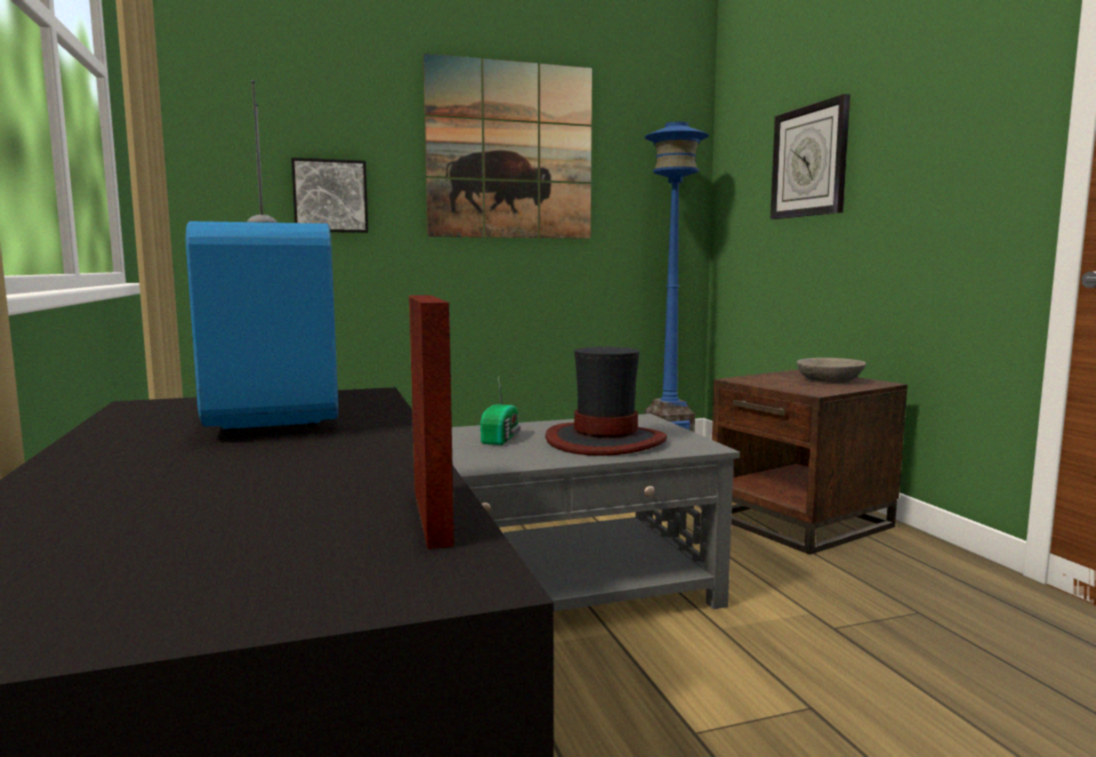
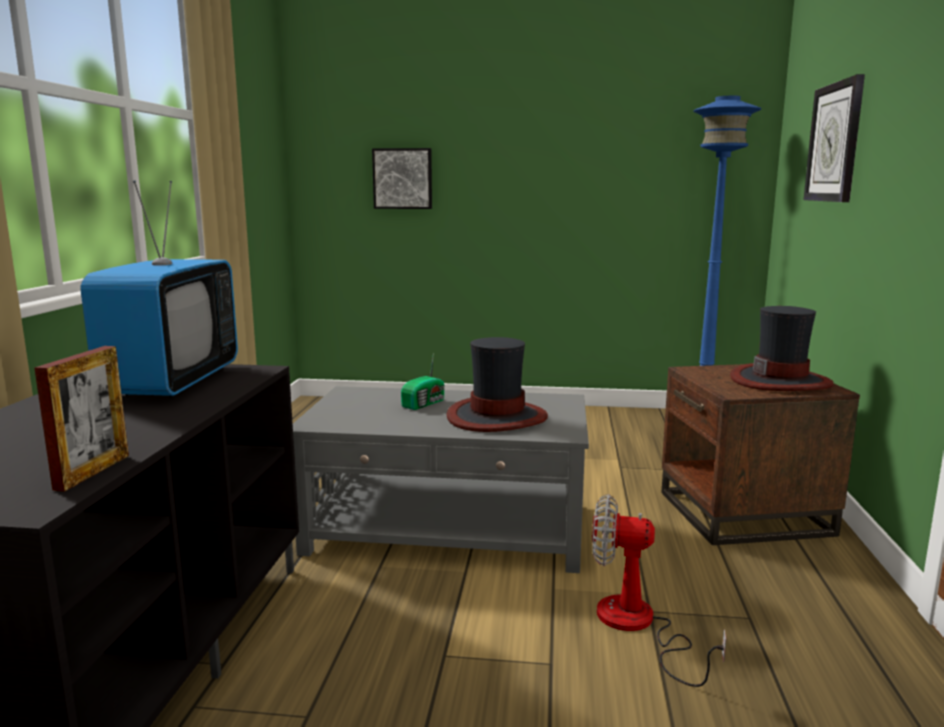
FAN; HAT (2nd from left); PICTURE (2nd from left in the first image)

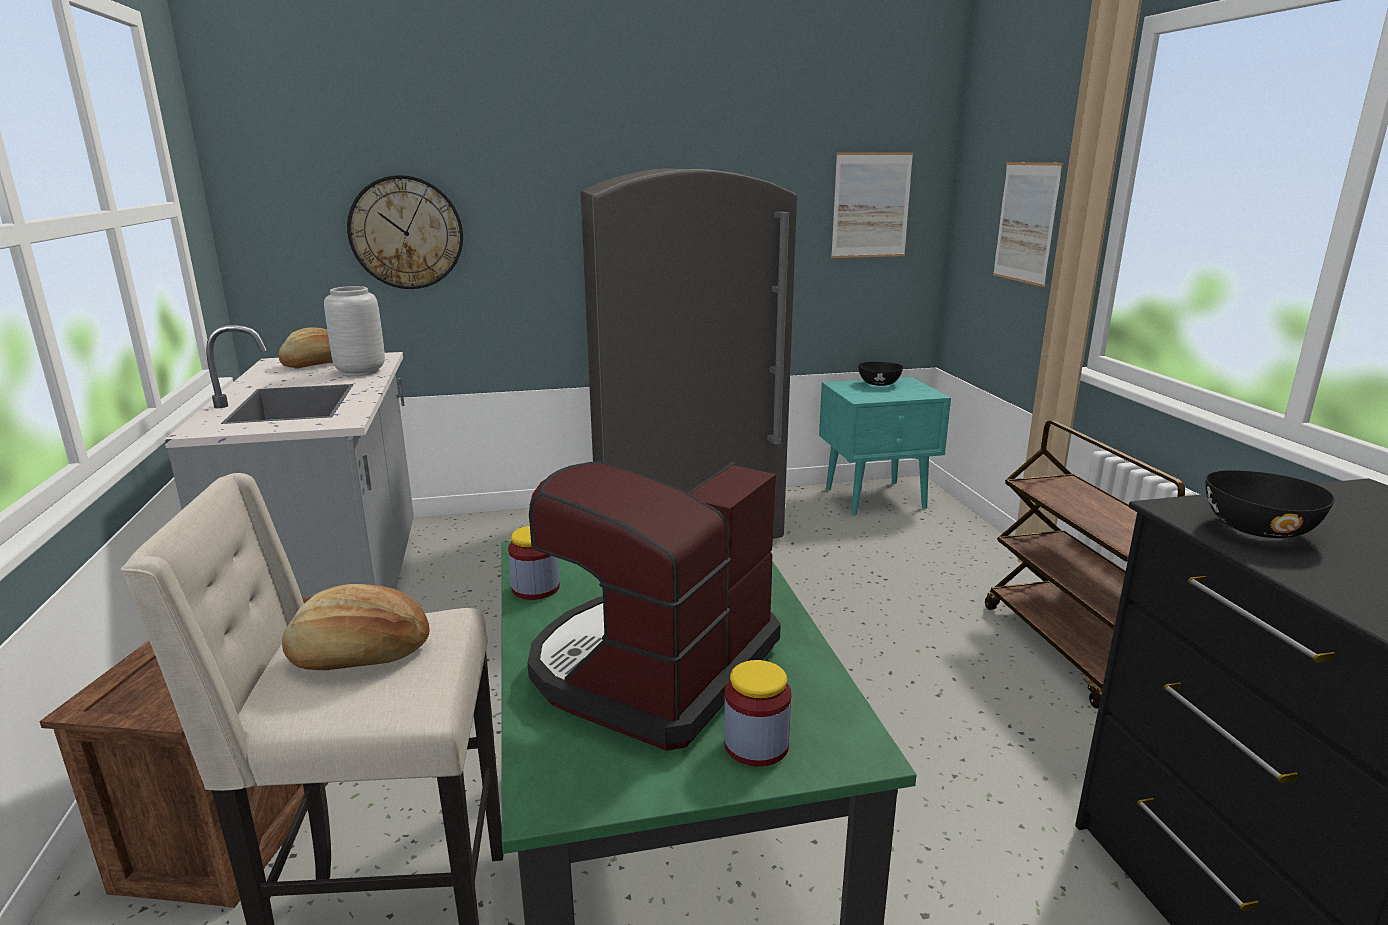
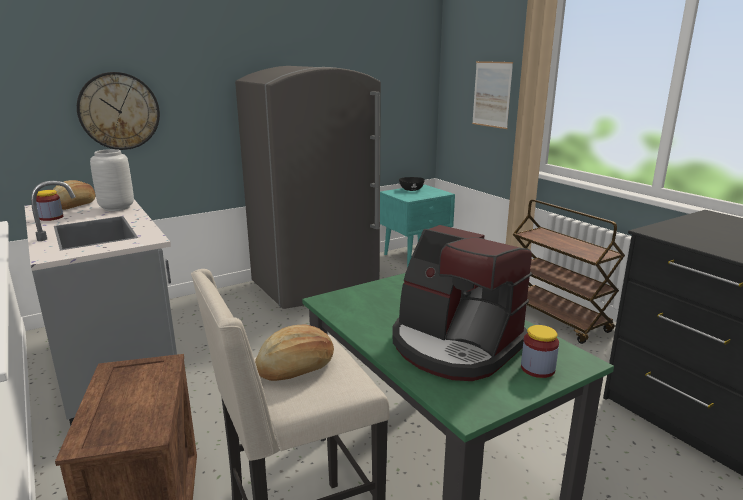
JAR (1st from left); COFFEE MACHINE; PICTURE (1st from left in the first image); BLACK BOWL (2nd from left in the first image)

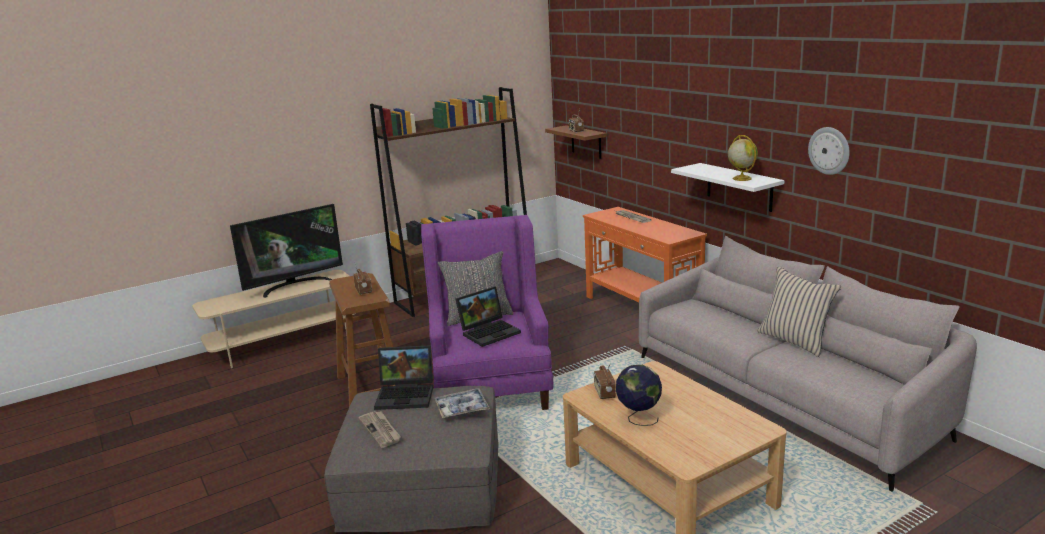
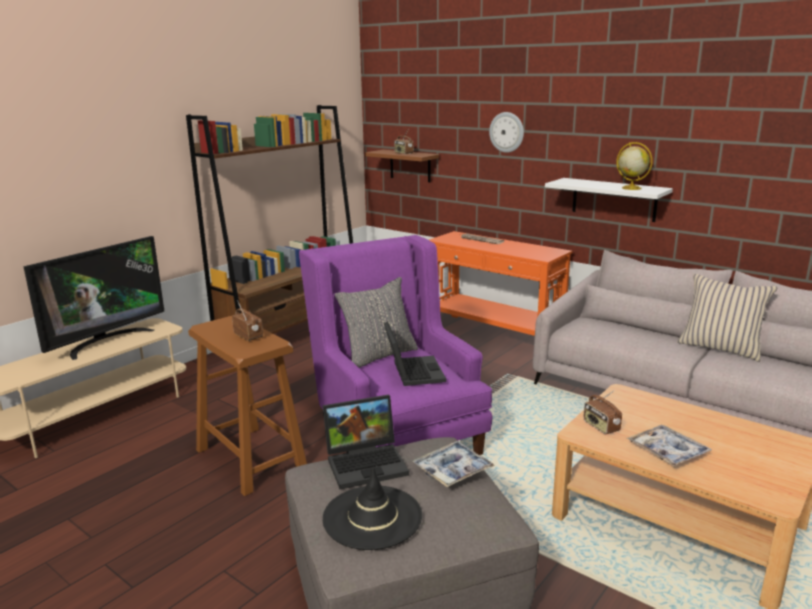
BLACK HAT; LAPTOP (2nd from left); WALL CLOCK; TRAY (2nd from left)

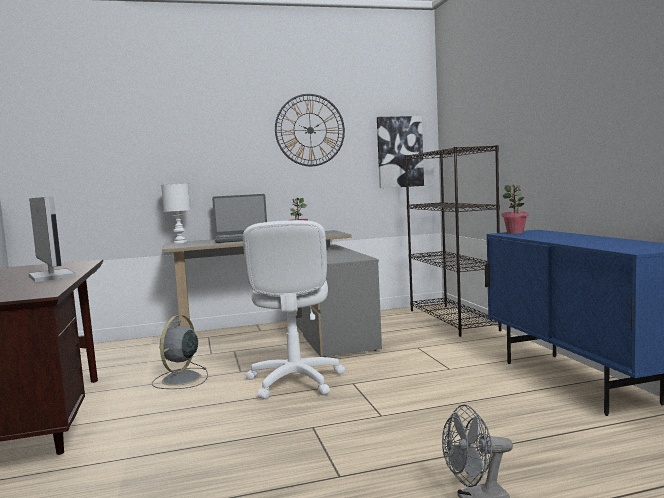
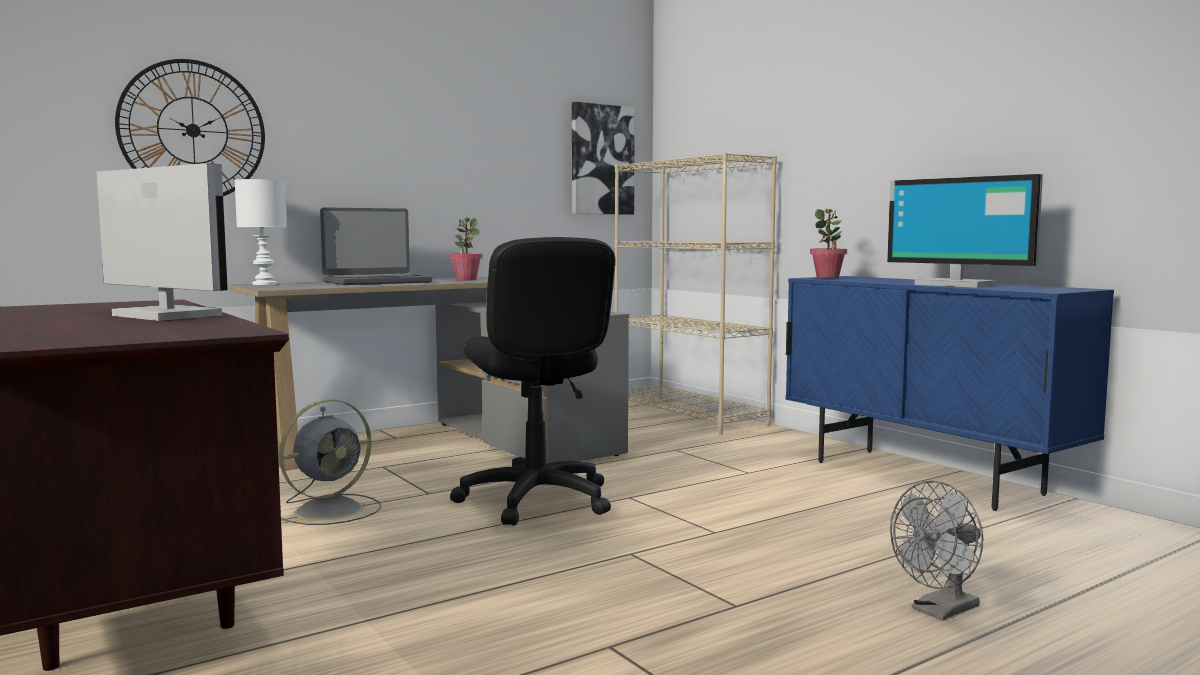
WALL CLOCK; GREY FAN (1st from left); BLACK OFFICE CHAIR; BEIGE BOOKCASE; MONITOR (2nd from left)

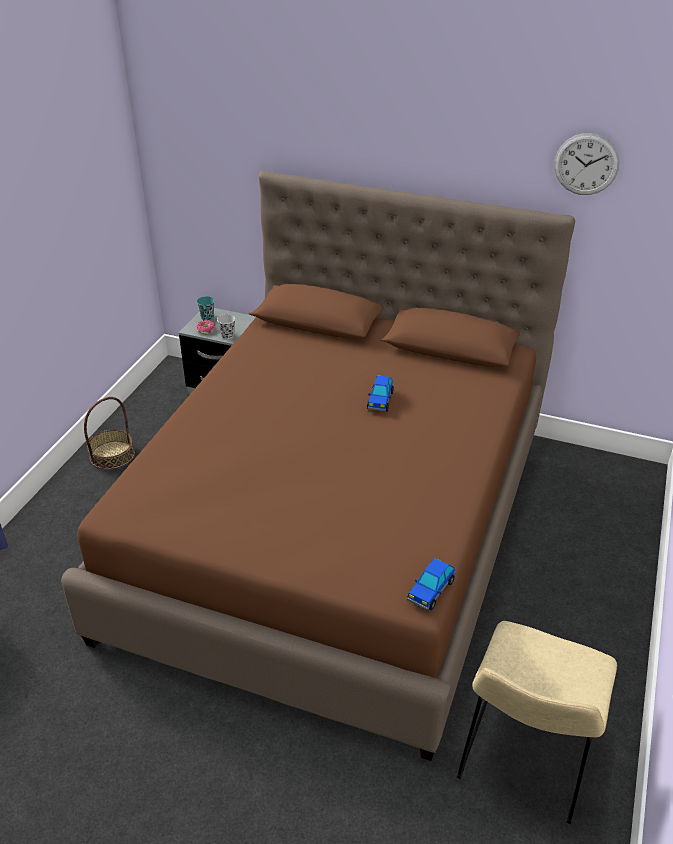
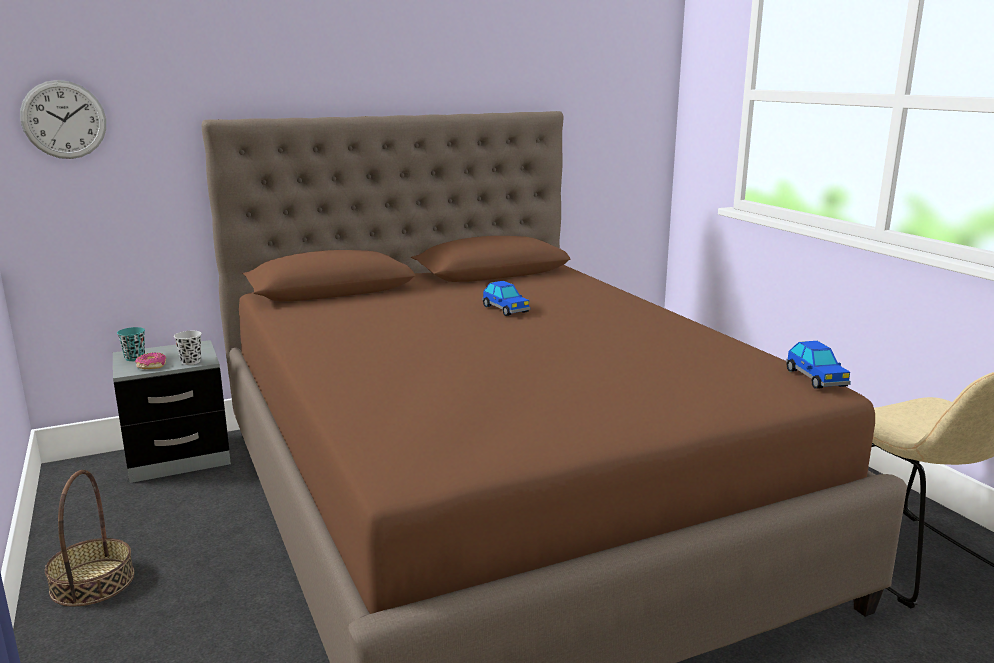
WALL CLOCK

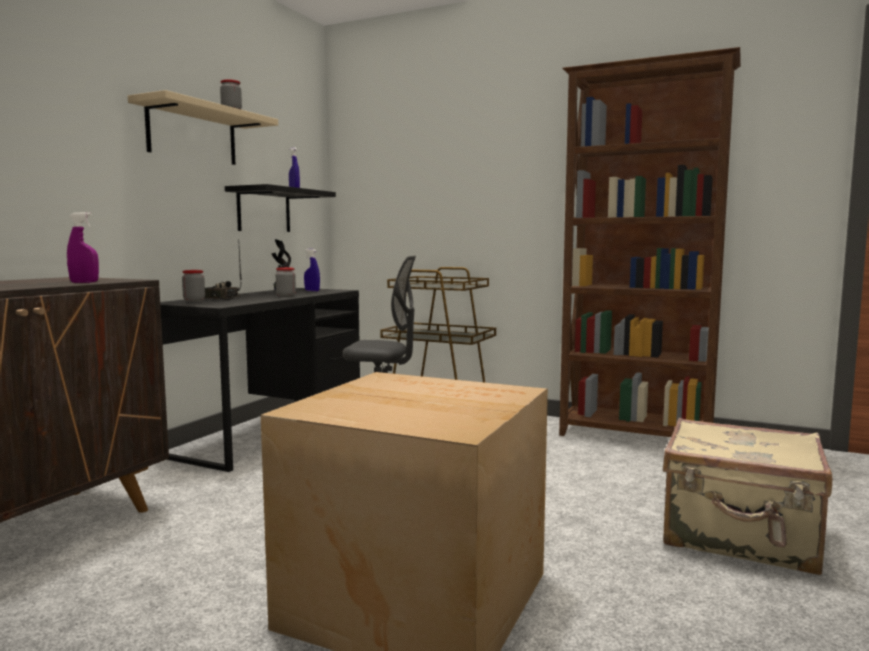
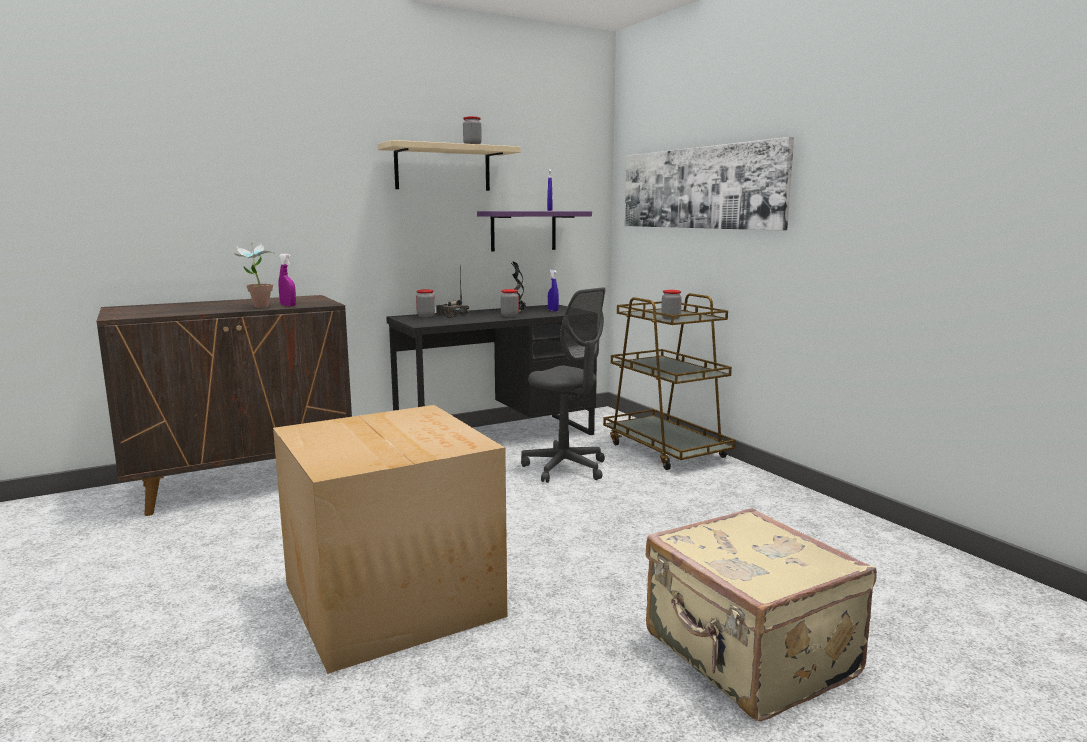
POTTED PLANT (1st from left); PURPLE SHELF; PICTURE; JAR (4th from left); BROWN BOOKCASE

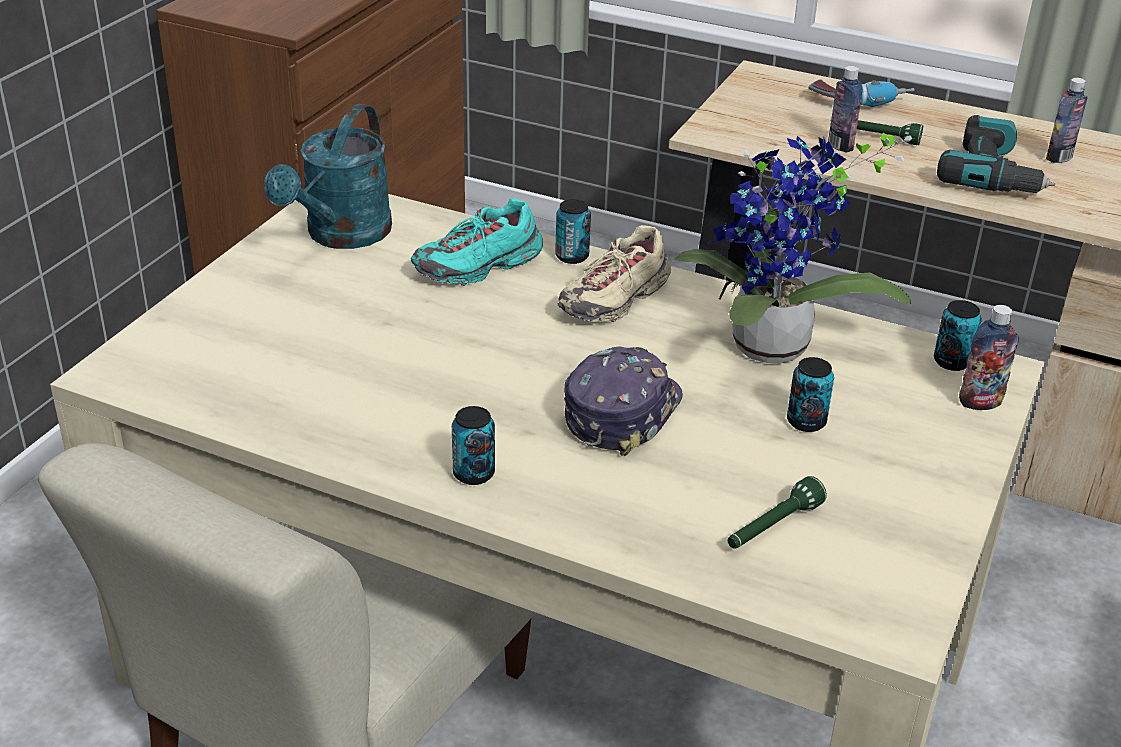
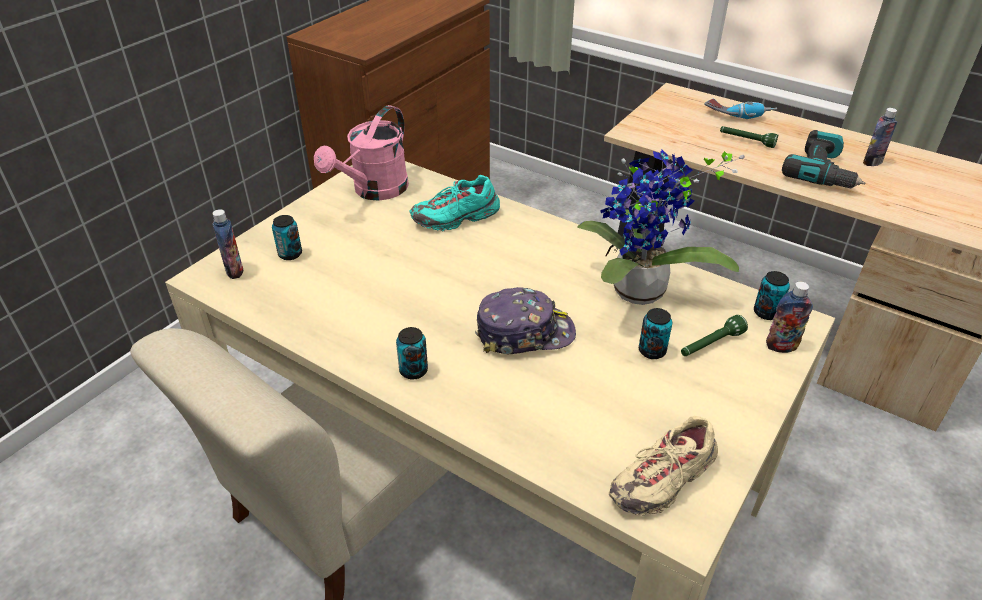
BOTTLE (1st from left); CAN (1st from left); PINK WATERING CAN; CAP; BEIGE SHOE; GREEN FLASHLIGHT (1st from left)

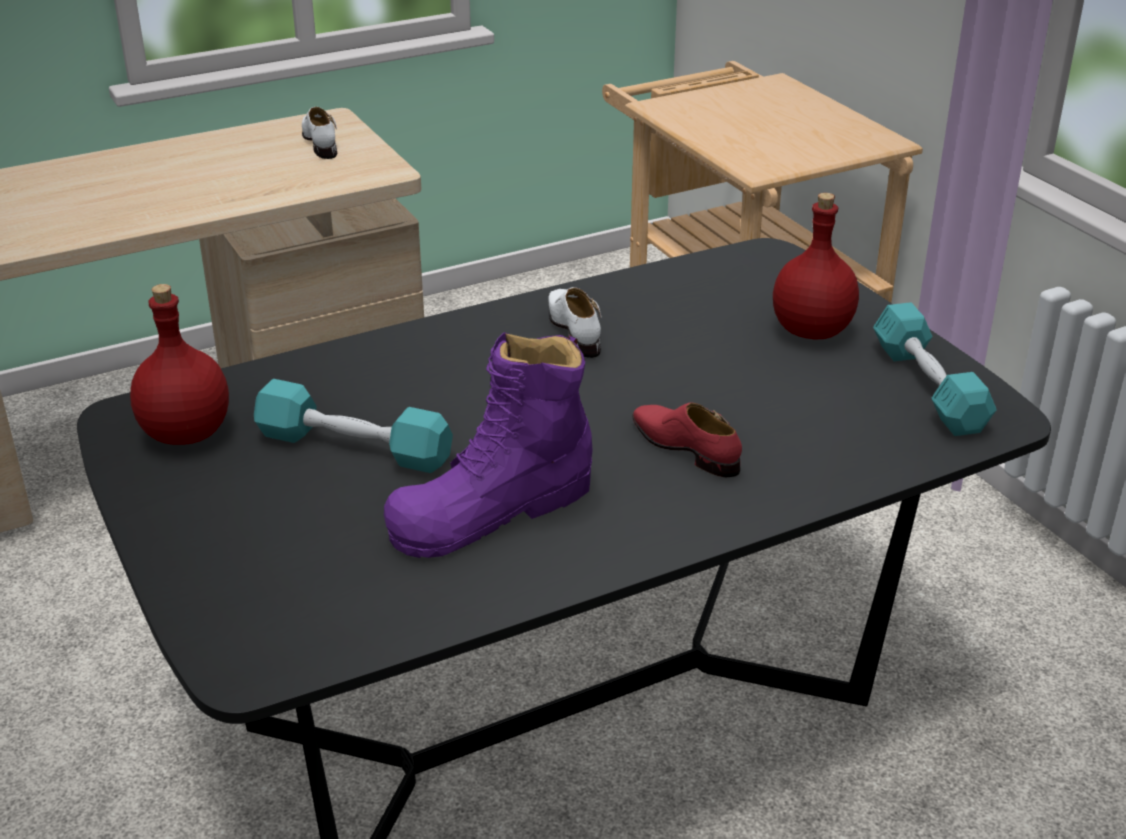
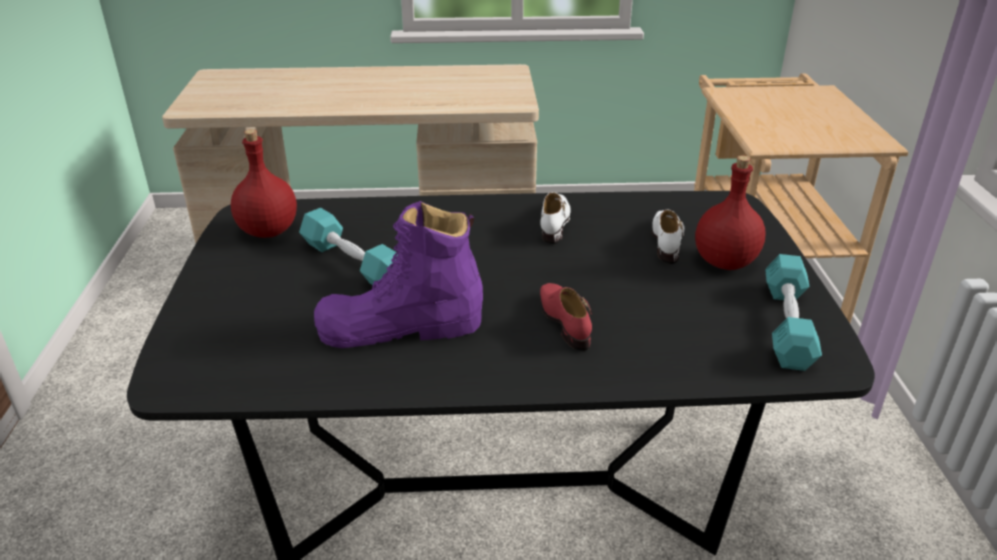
WHITE SHOE (2nd from left)

